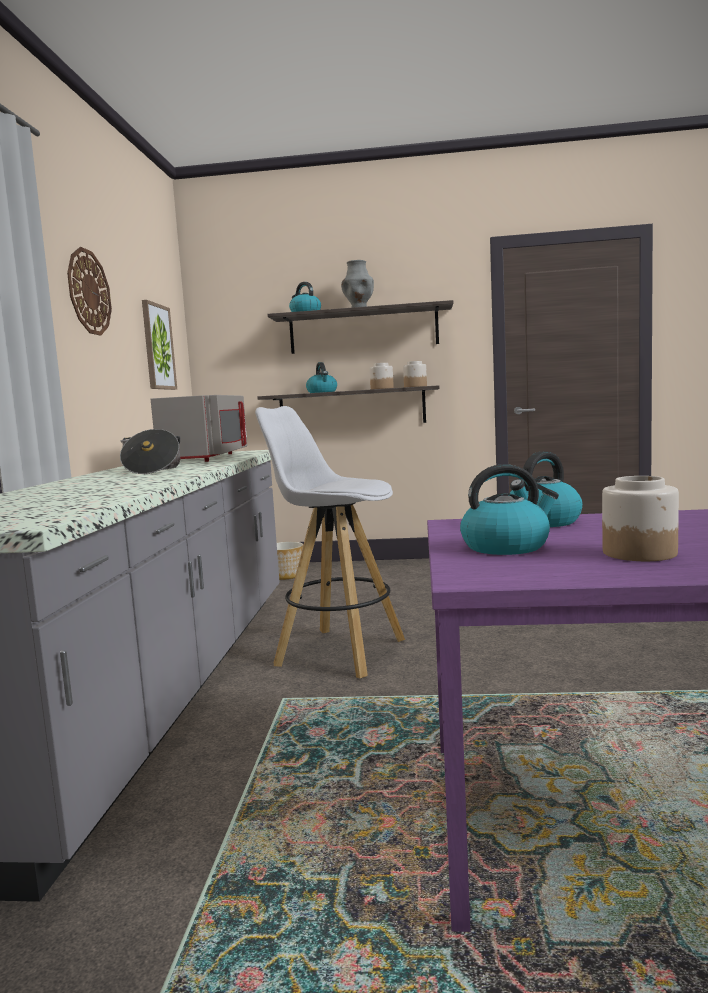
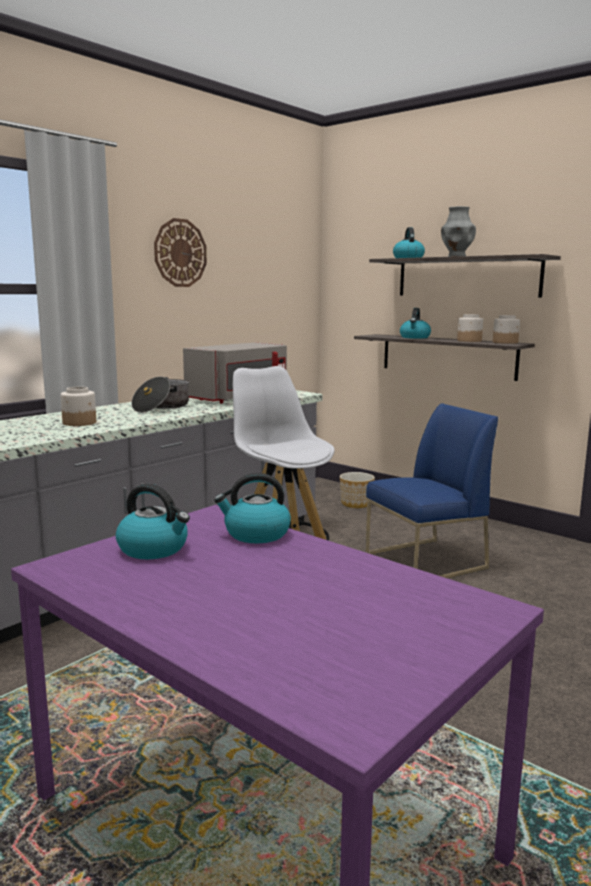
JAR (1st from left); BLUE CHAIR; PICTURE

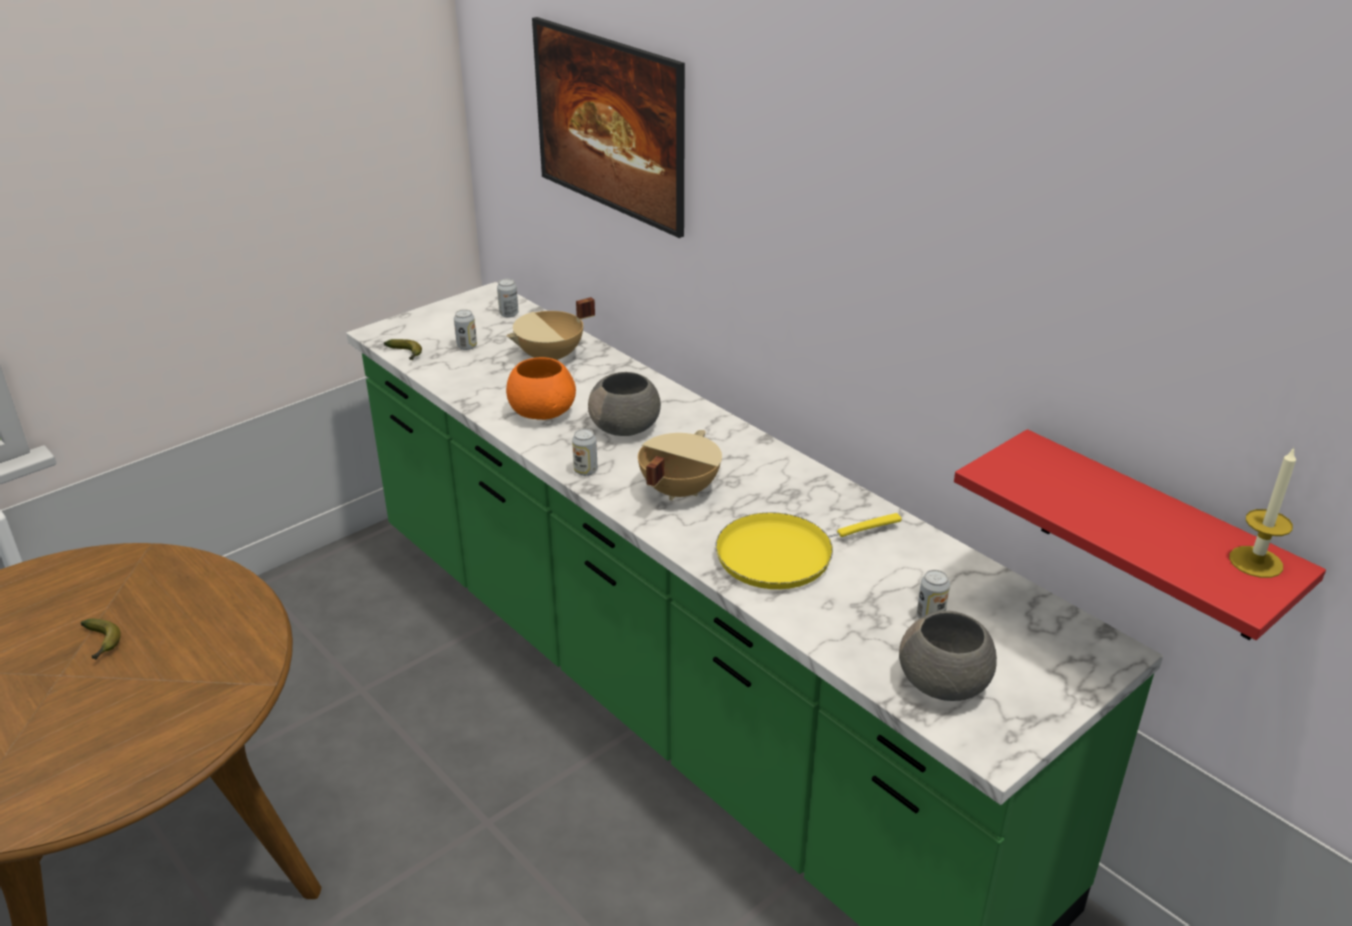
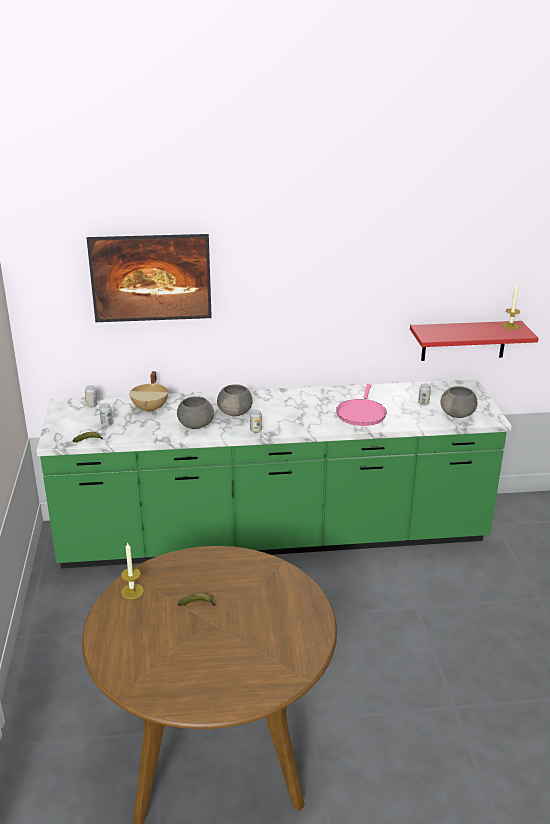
CANDLE (1st from left); GREY BOWL (1st from left); PINK FRYING PAN; BEIGE COOKING POT (2nd from left in the first image)

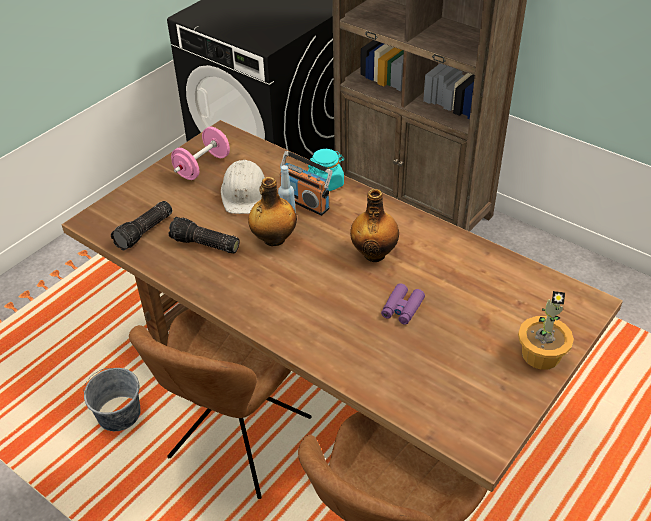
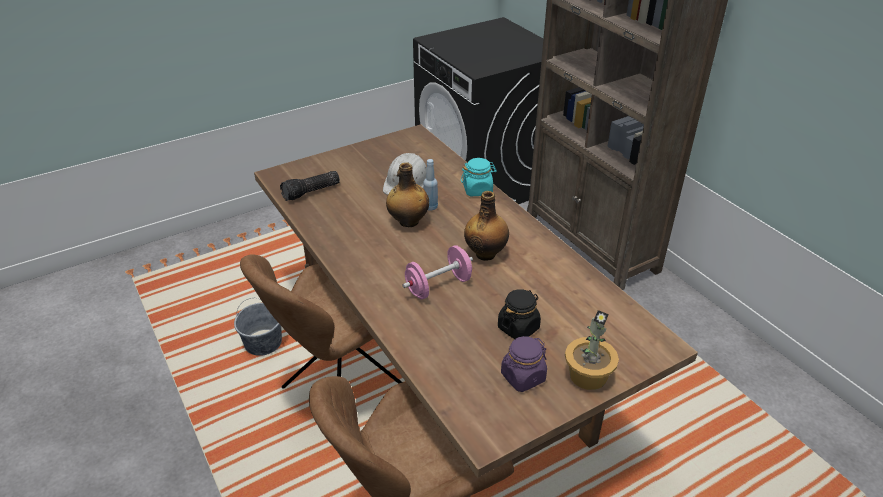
PINK DUMBBELL; BLACK JAR; PURPLE JAR; FLASHLIGHT (2nd from left in the first image); RADIO; PURPLE BINOCULARS

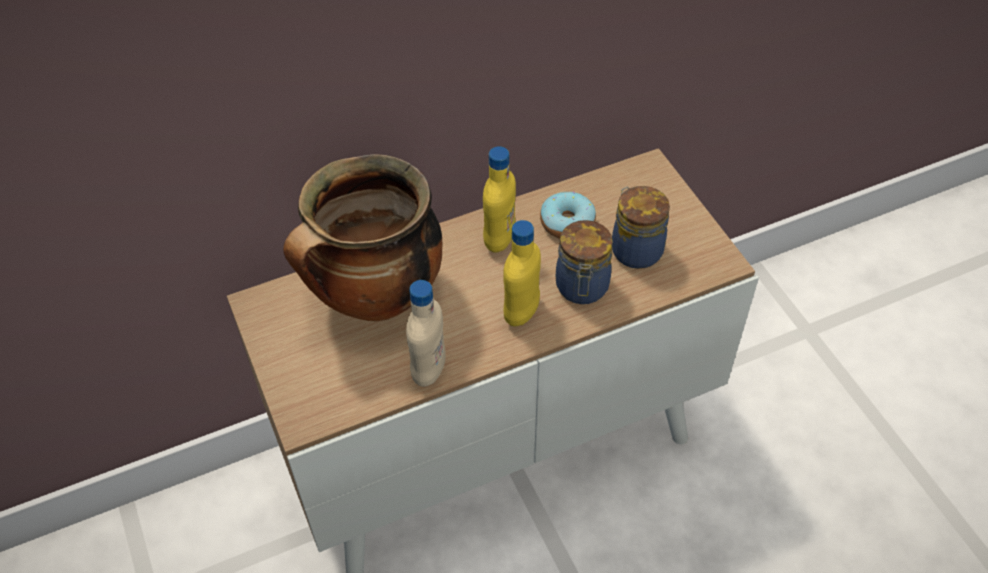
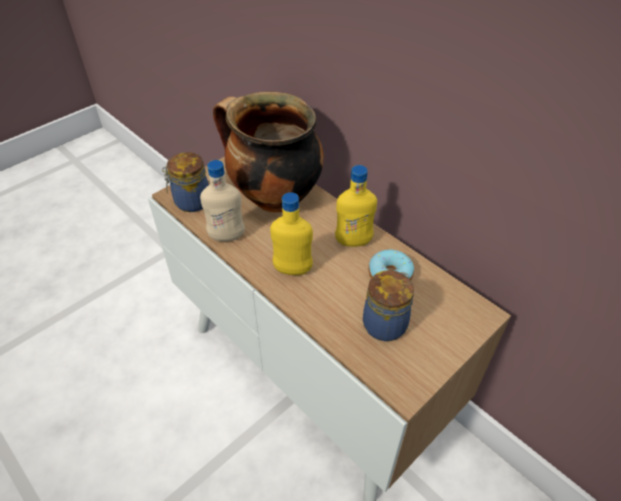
JAR (1st from left)

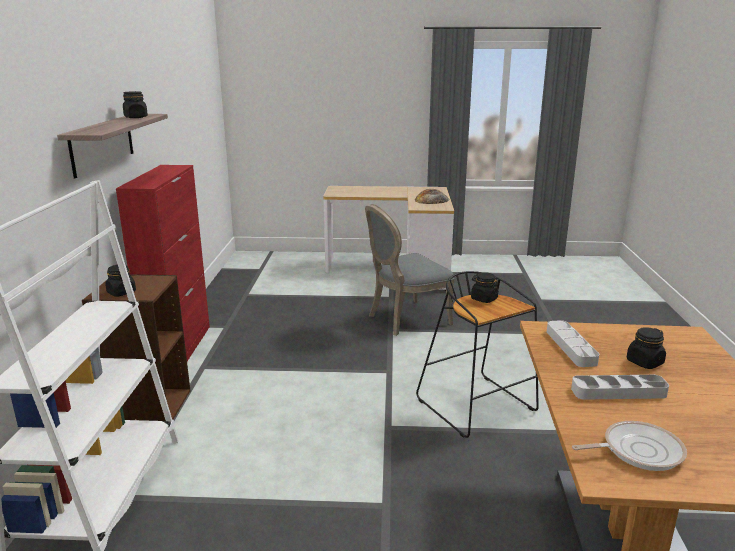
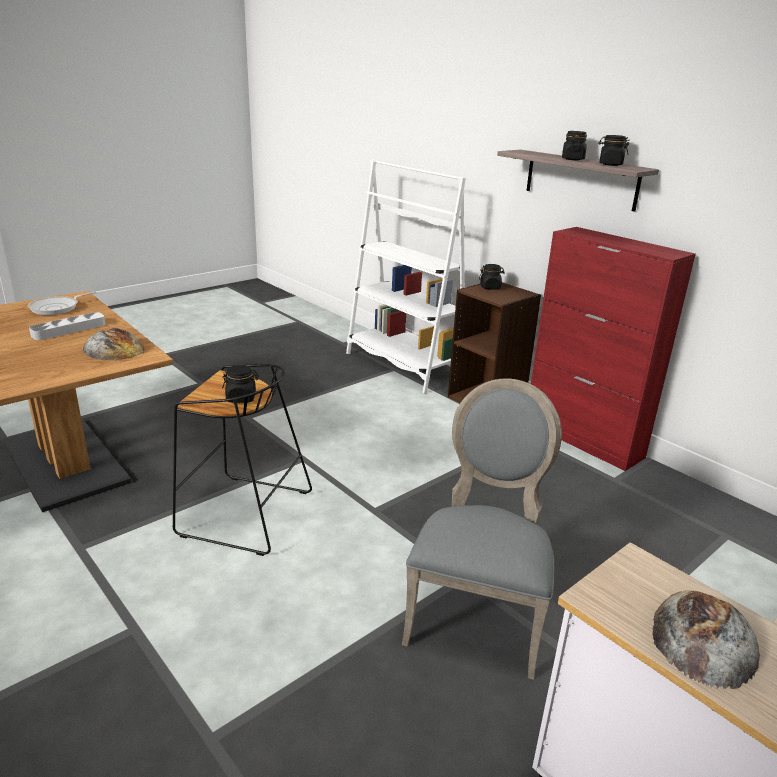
BREAD (1st from left); BLACK JAR (3rd from left)

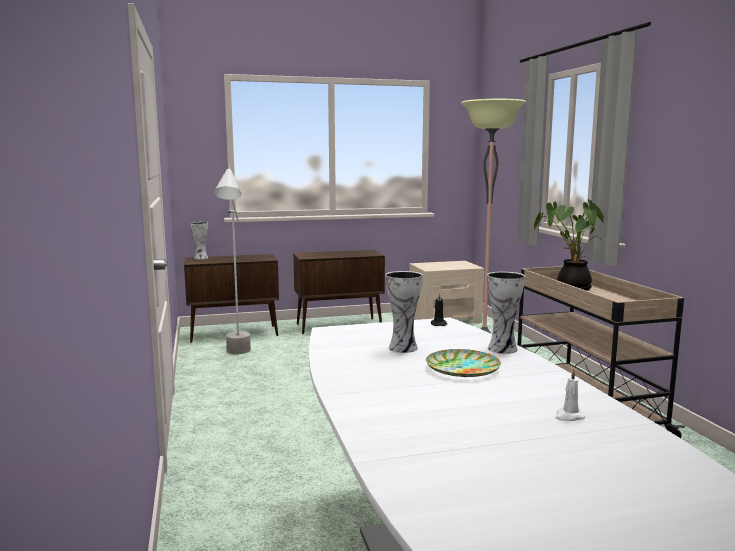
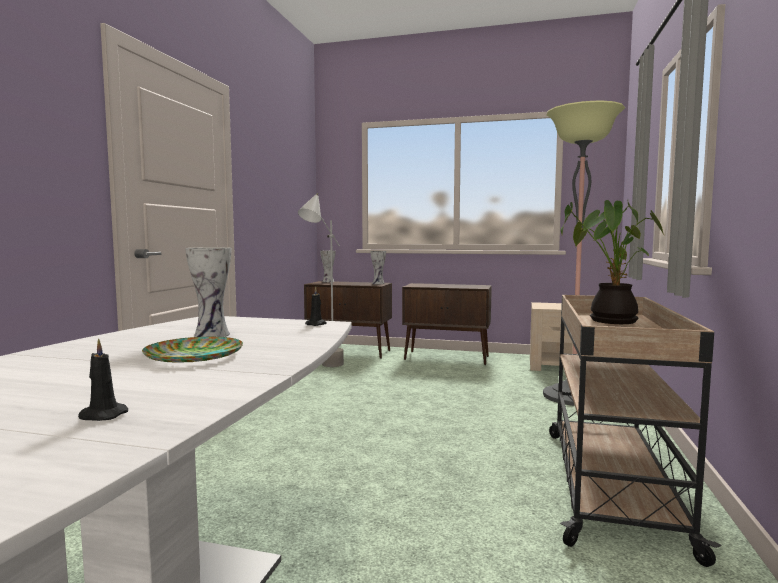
BLACK CANDLE (1st from left); VASE (3rd from left)

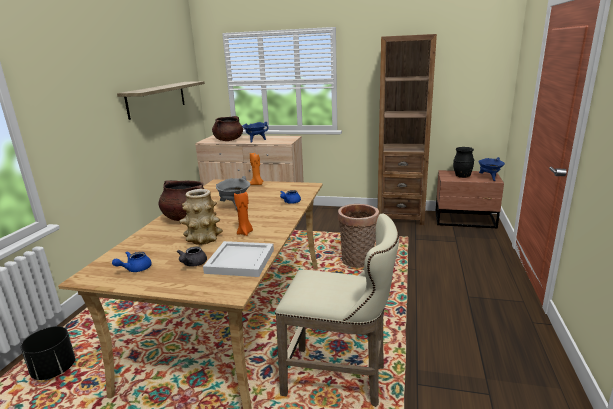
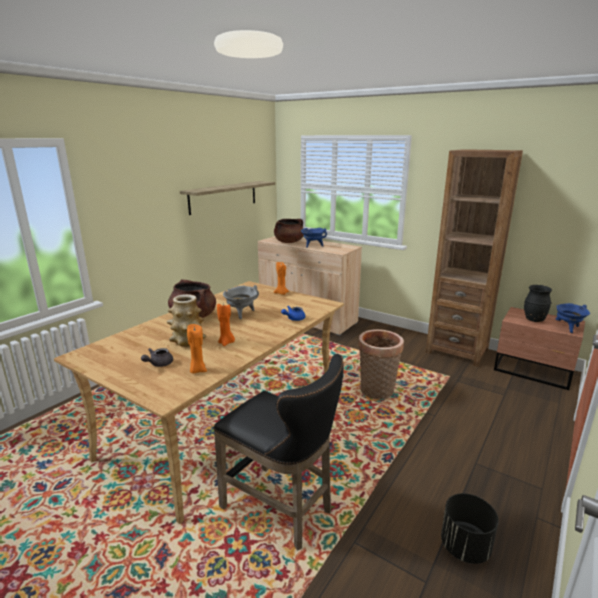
ORANGE CANDLE (1st from left); BLACK STOOL; BLACK PLANTER; BLUE TEAPOT (1st from left in the first image)

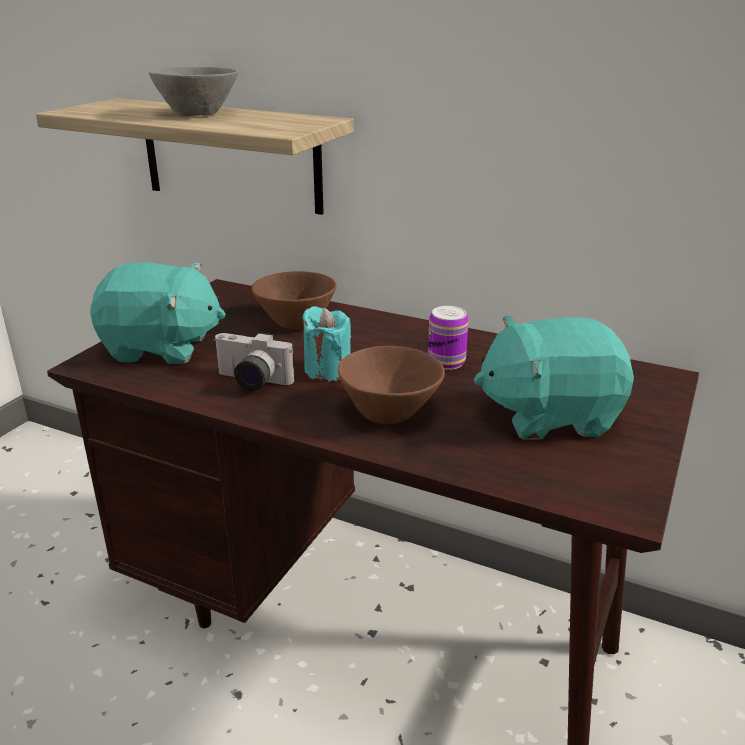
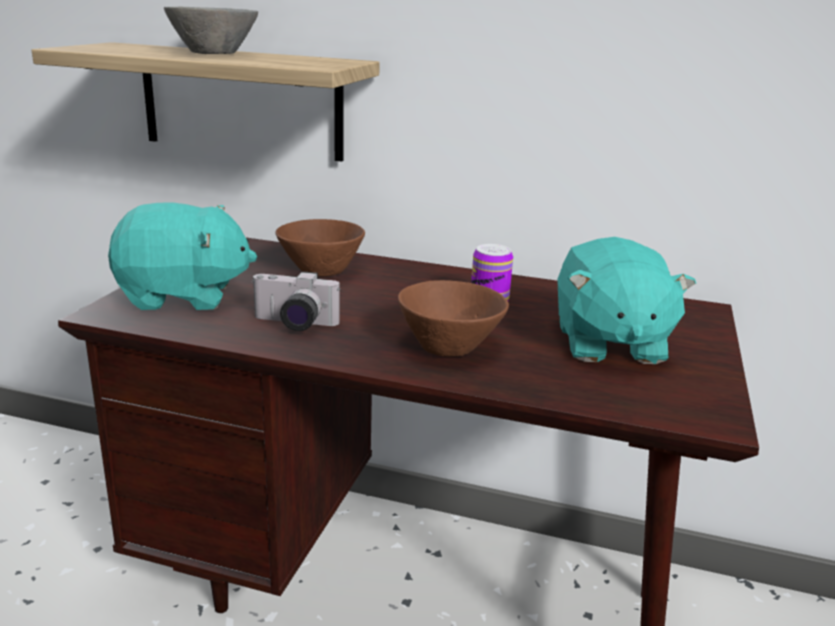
TURQUOISE PLUSH TOY (2nd from left); TURQUOISE CANDLE

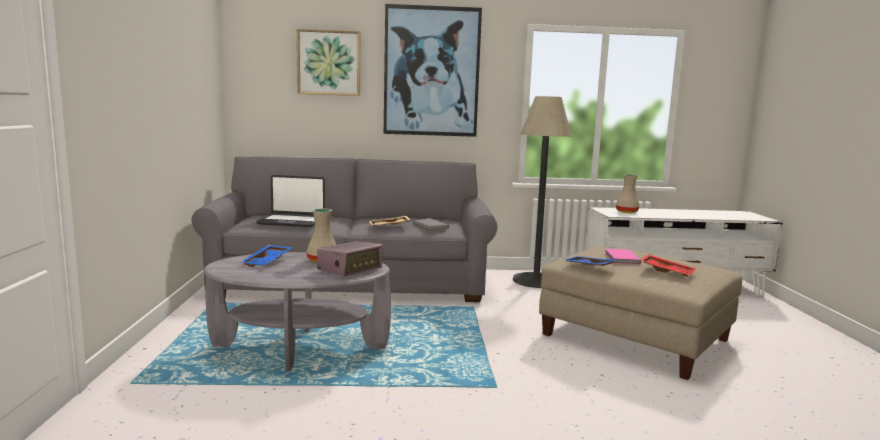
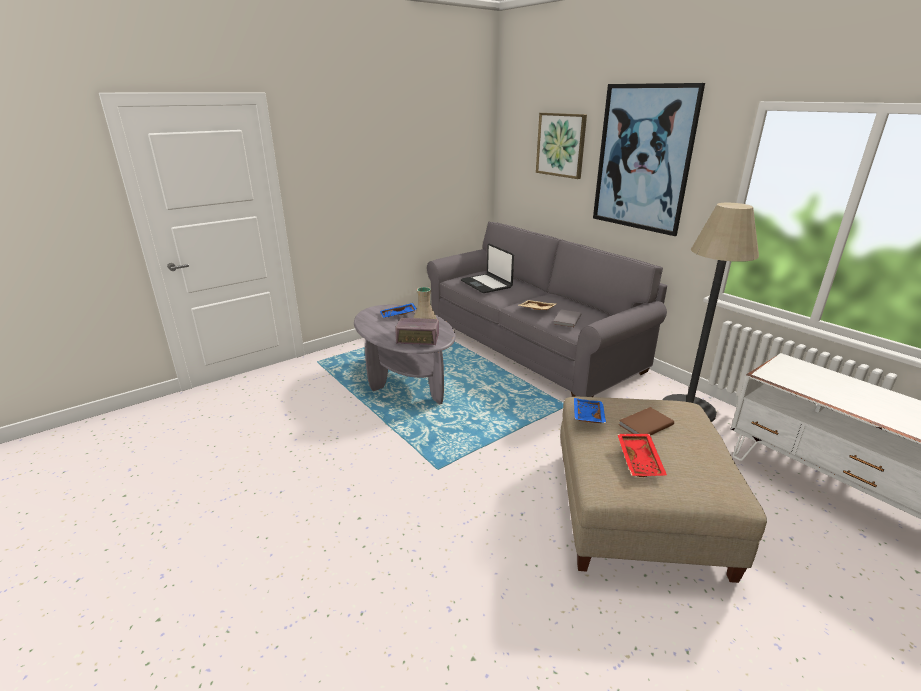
BROWN BOOK; BEIGE VASE (2nd from left in the first image)

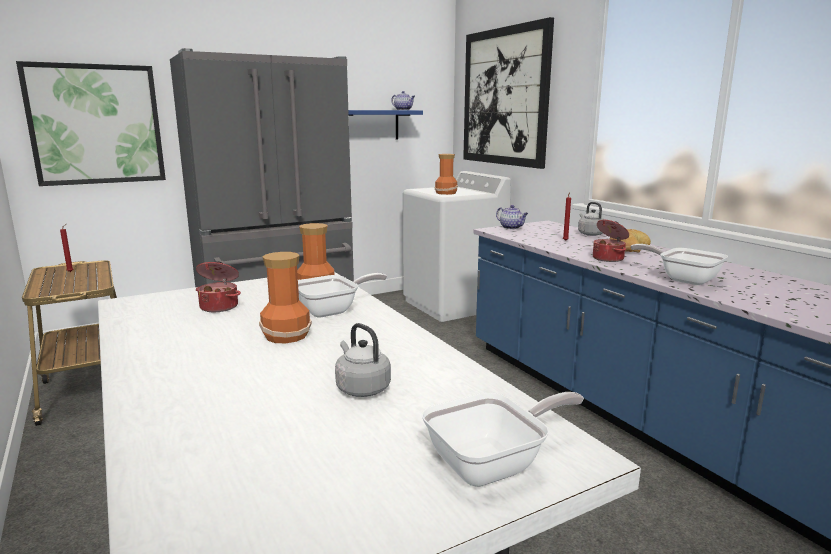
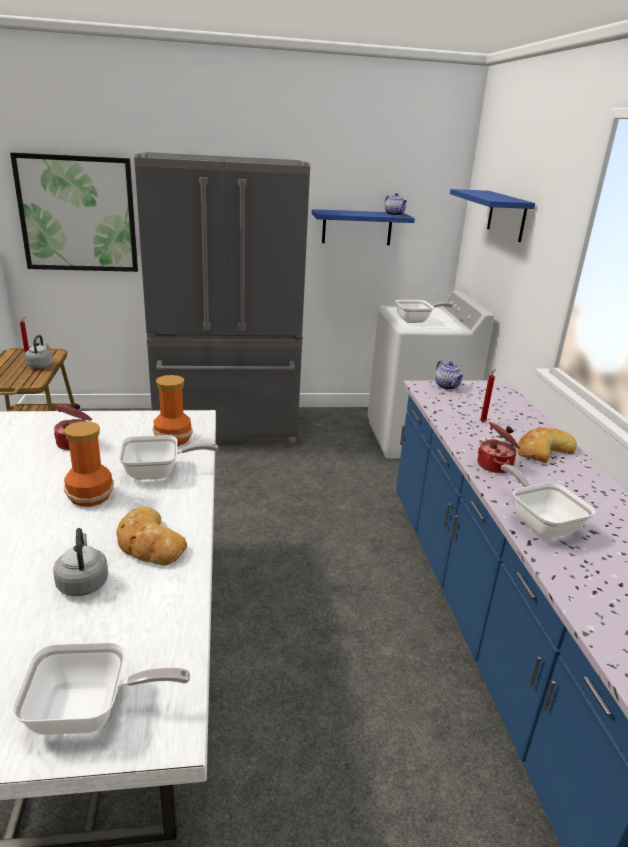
GREY KETTLE (1st from left); BREAD (1st from left); FRYING PAN (3rd from left); BLUE SHELF (2nd from left)

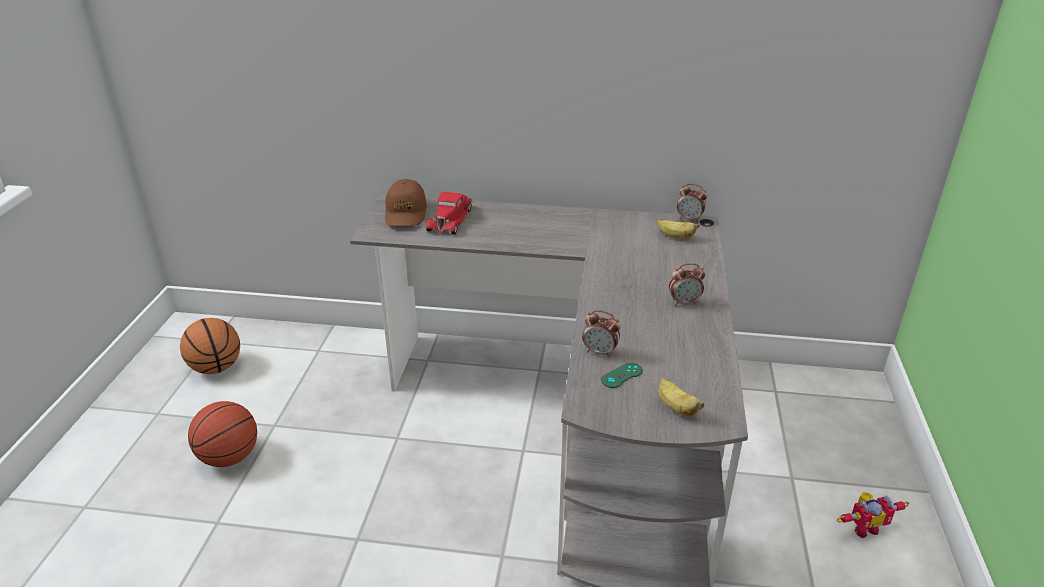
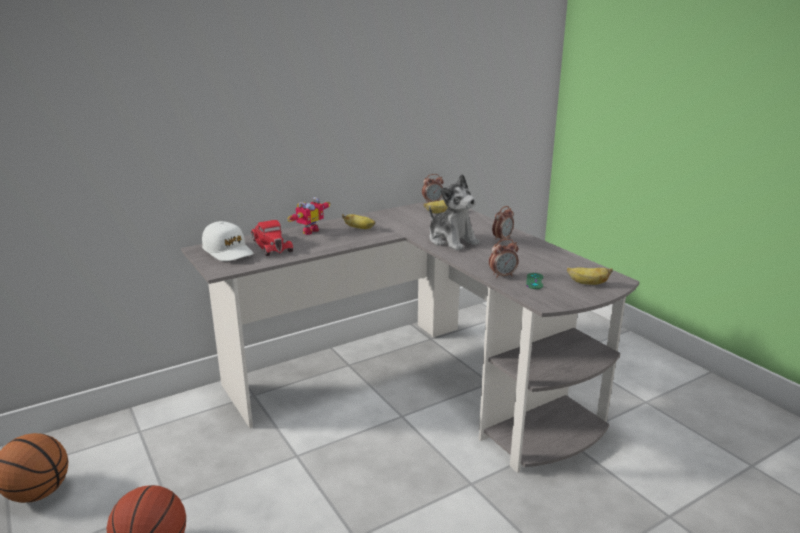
WHITE CAP; TOY ROBOT; BANANA (1st from left); PLUSH TOY

